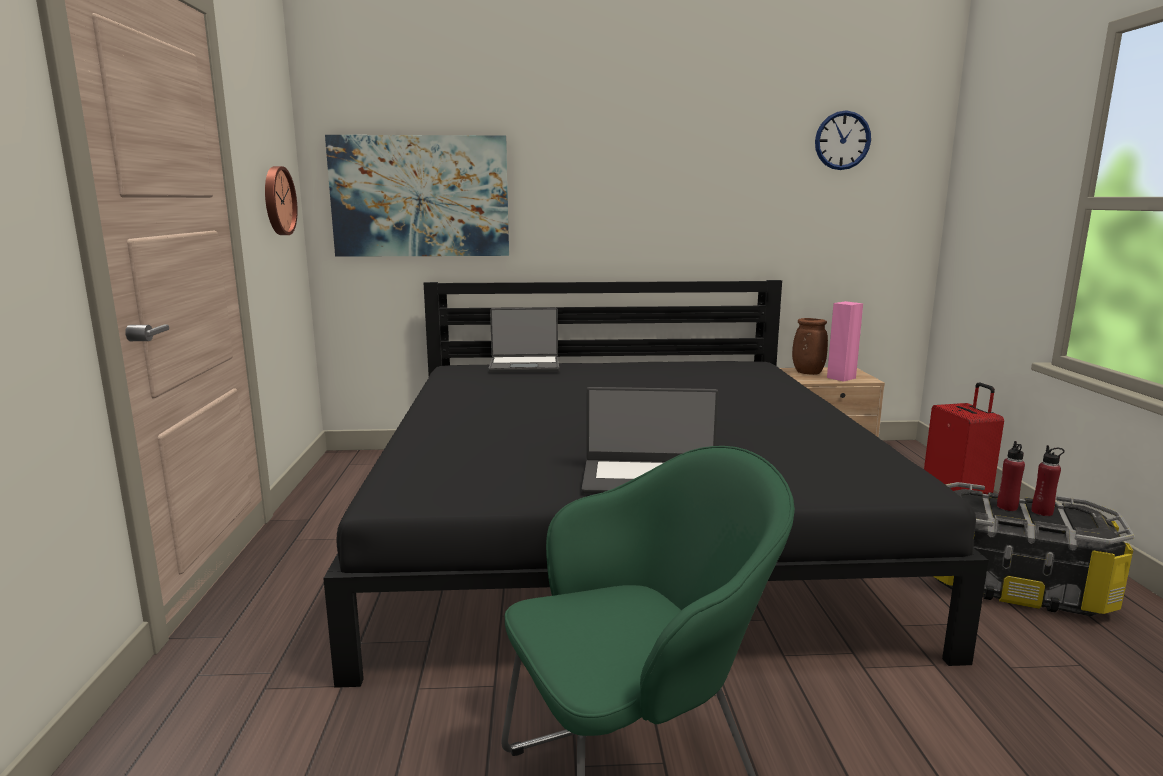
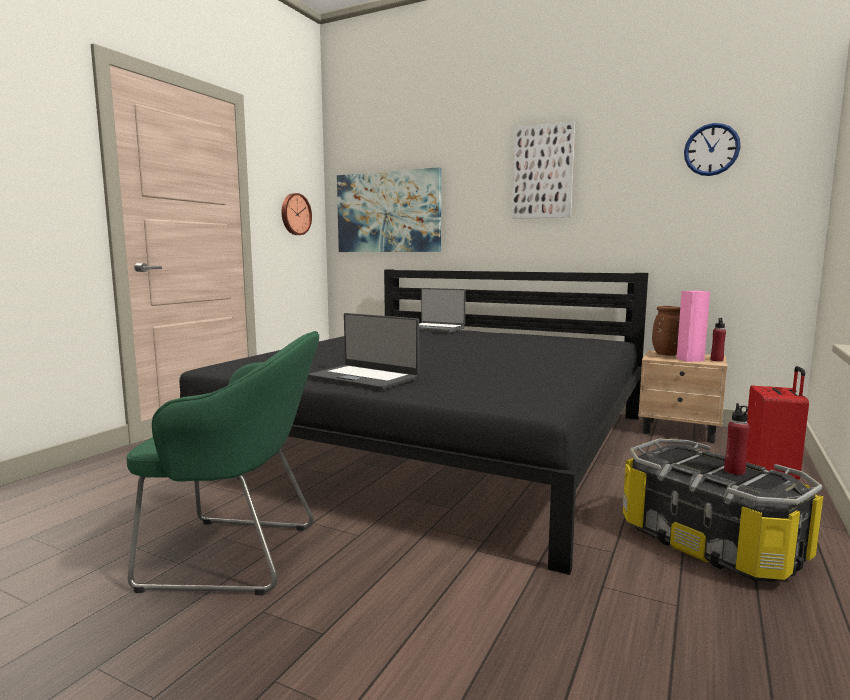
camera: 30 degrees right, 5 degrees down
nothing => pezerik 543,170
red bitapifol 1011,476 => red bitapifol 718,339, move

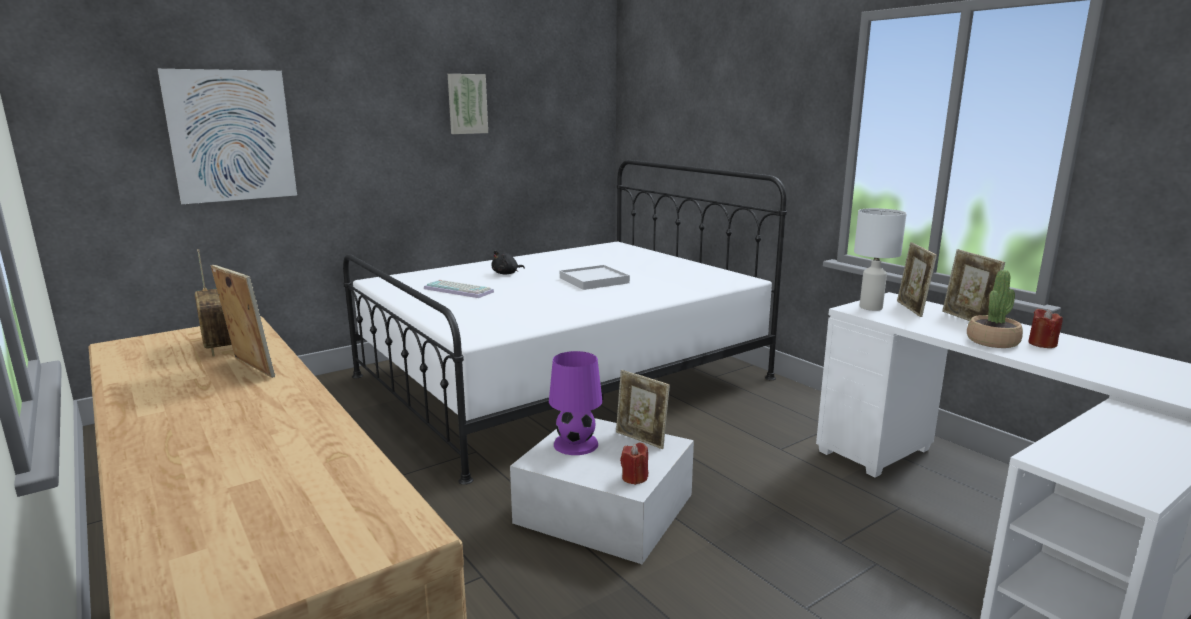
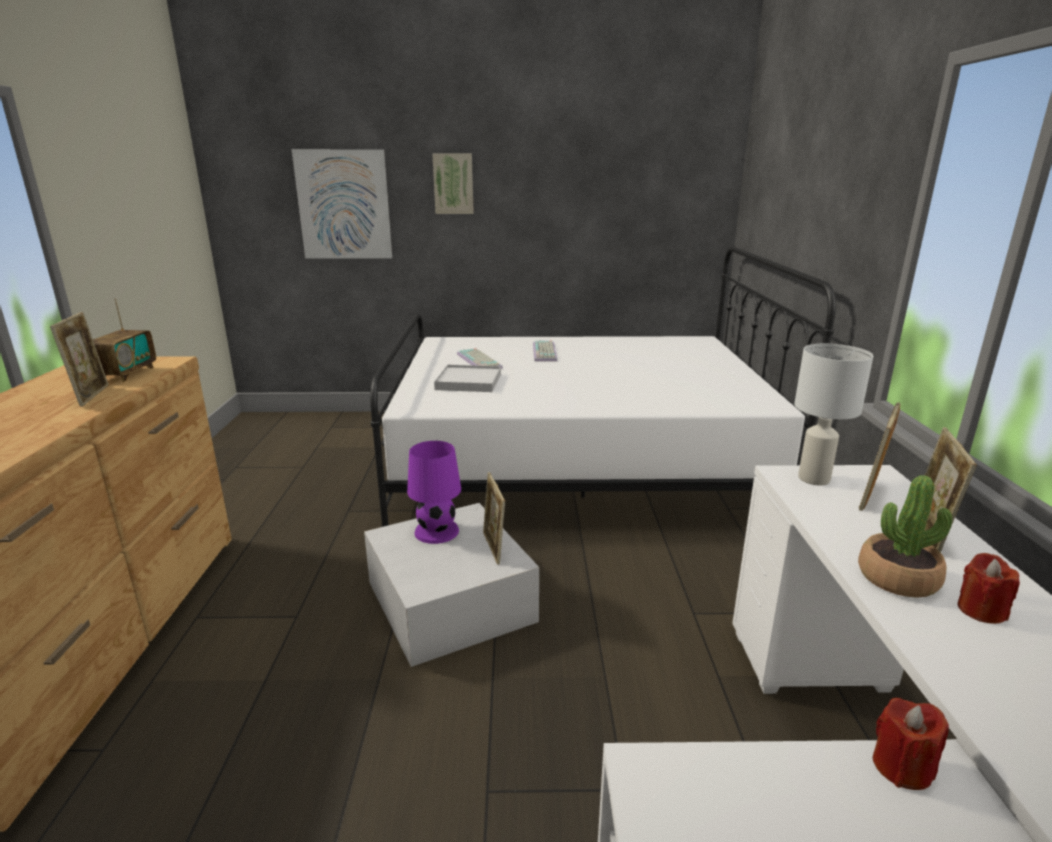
camera: 35 degrees right, 5 degrees up
pezerik 468,104 => pezerik 453,184, move
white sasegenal 595,277 => white sasegenal 467,378, move
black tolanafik 508,262 => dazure 545,351
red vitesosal 634,464 => red vitesosal 911,744, move

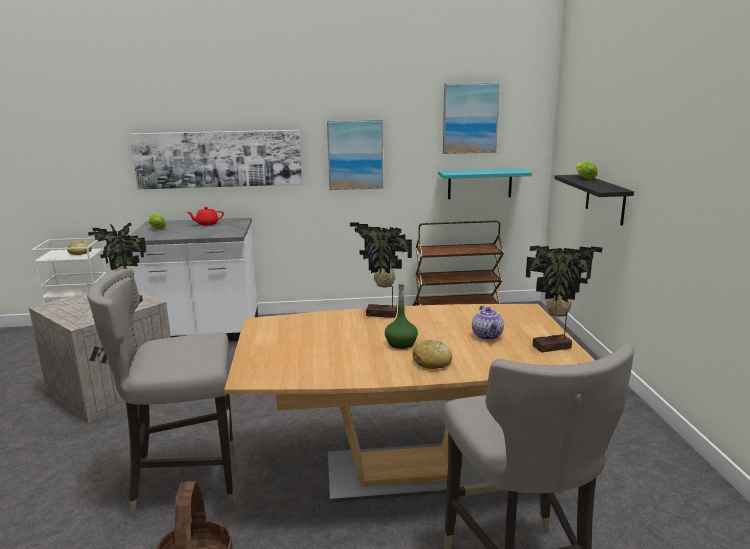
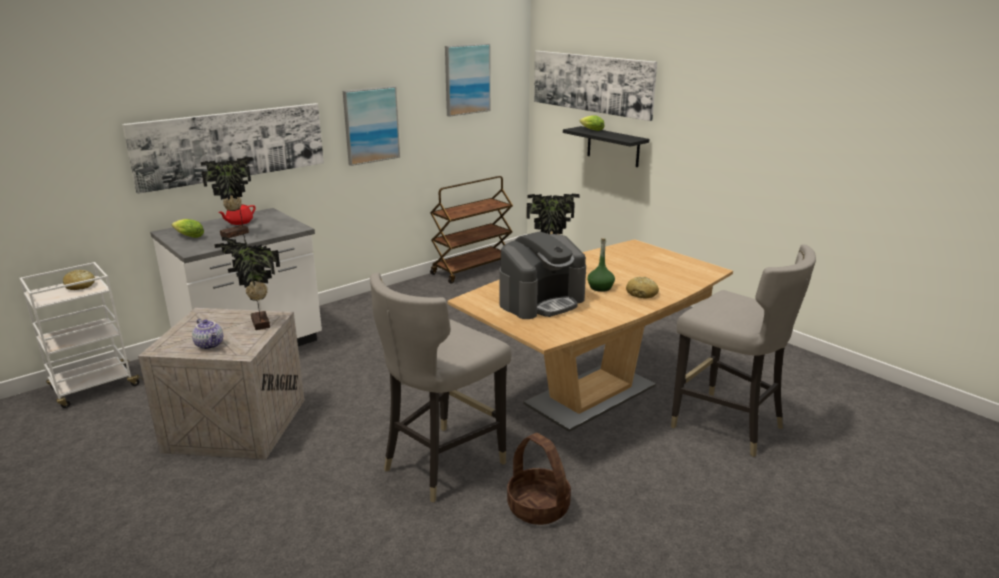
camera: 35 degrees left, 5 degrees up
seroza 488,323 => seroza 207,334, move
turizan 564,299 => turizan 227,197, move
nothing => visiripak 542,275
nothing => pezerik 595,86
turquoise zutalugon 485,184 => nothing

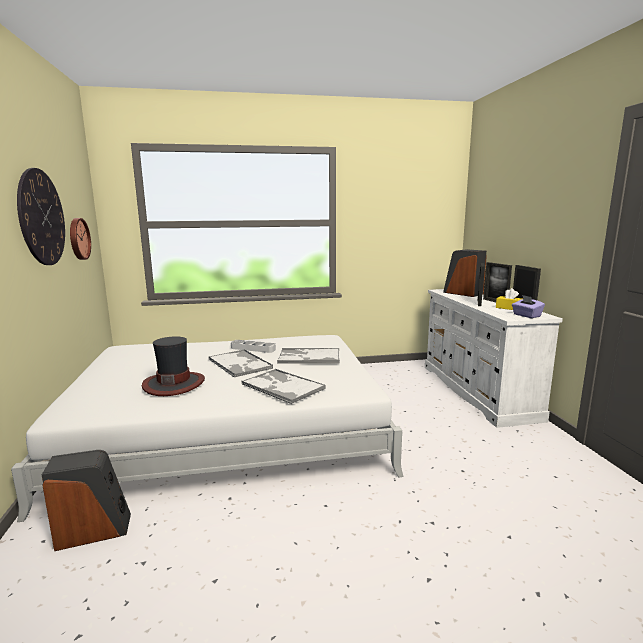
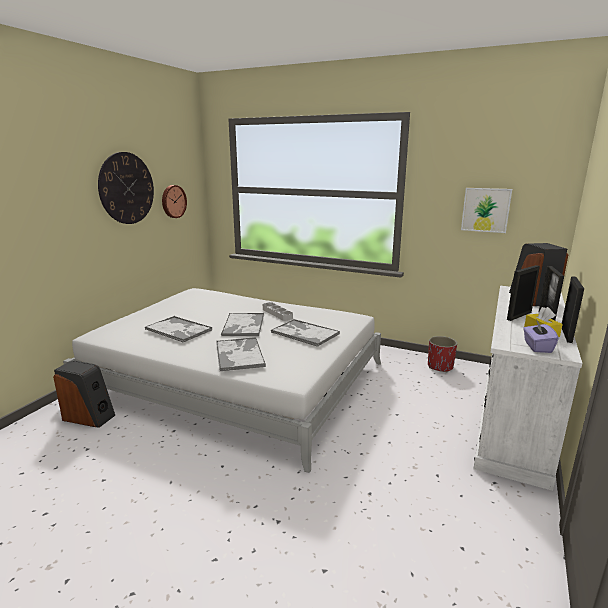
camera: 35 degrees right, 5 degrees up
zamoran 173,366 => sasegenal 178,329
nothing => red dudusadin 442,354
nothing => pezerik 486,210

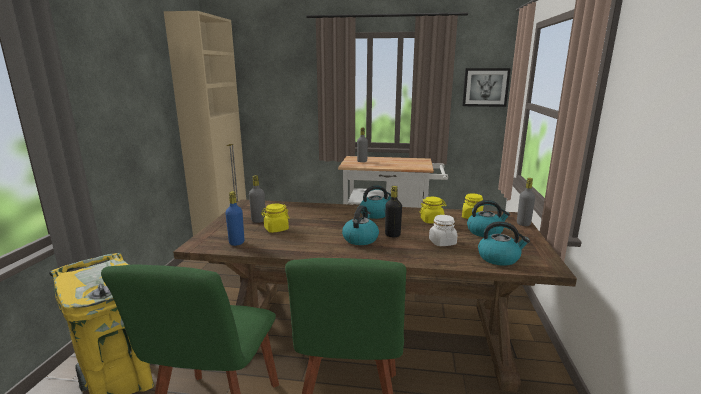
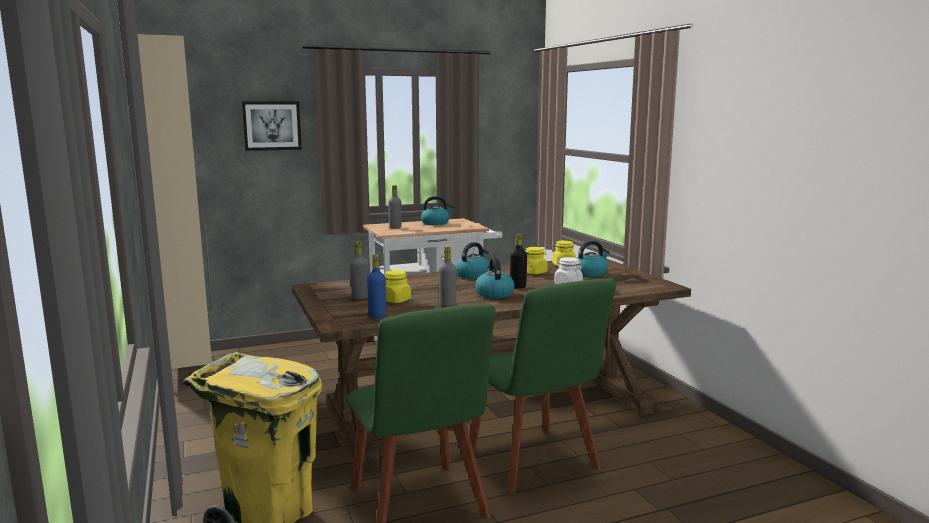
camera: 30 degrees left, 5 degrees down
pezerik 486,87 => pezerik 271,126, move
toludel 504,243 => toludel 437,210, move
grey bitapifol 526,202 => grey bitapifol 448,276, move

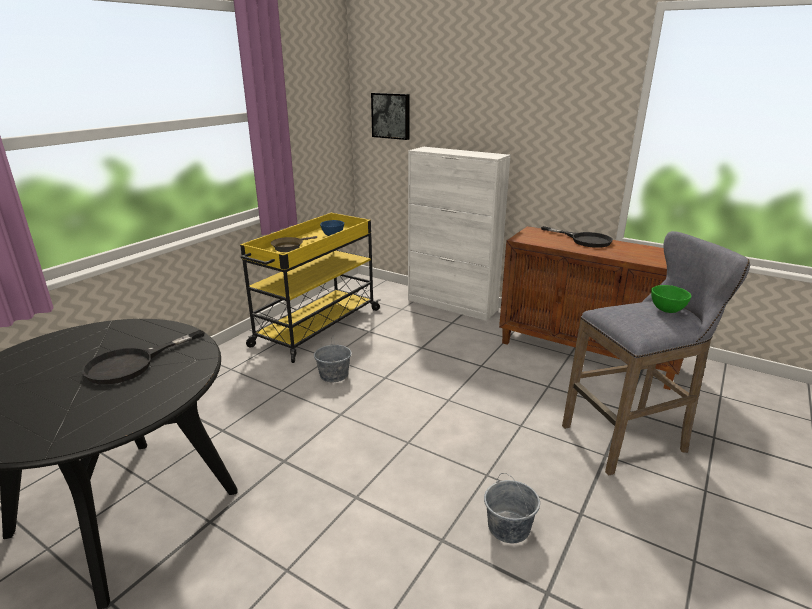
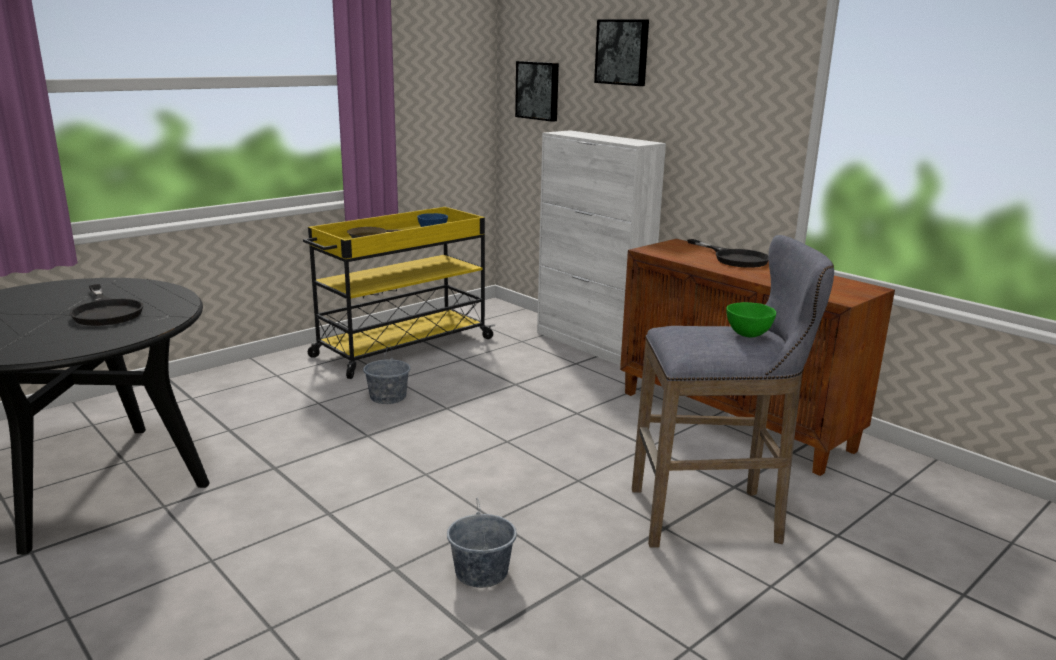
camera: 15 degrees right, 5 degrees down
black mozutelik 143,357 => black mozutelik 106,305, 90 degrees counterclockwise
nothing => pezerik 621,52

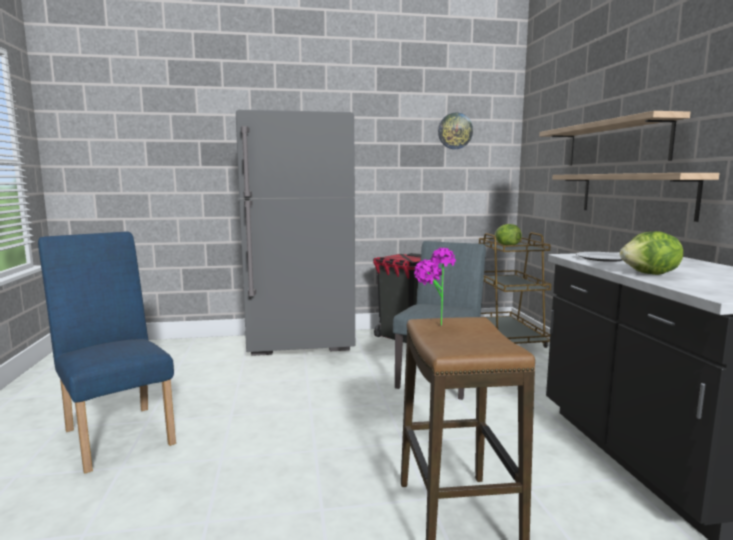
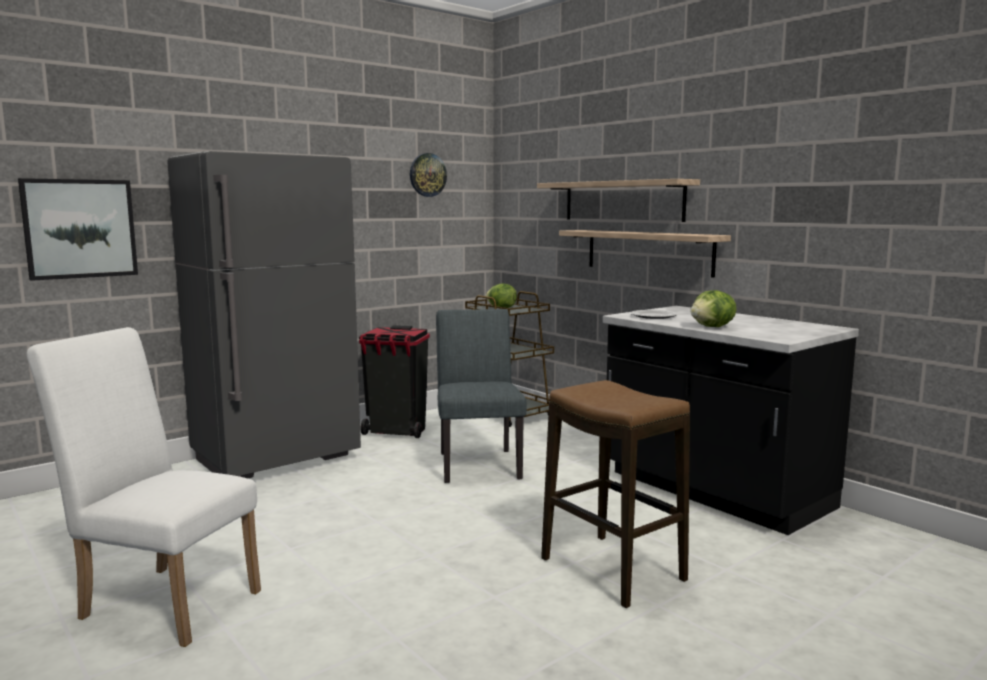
camera: 30 degrees left, 0 degrees up
nothing => pezerik 78,229
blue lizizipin 107,352 => white lizizipin 144,487
turizan 435,287 => nothing

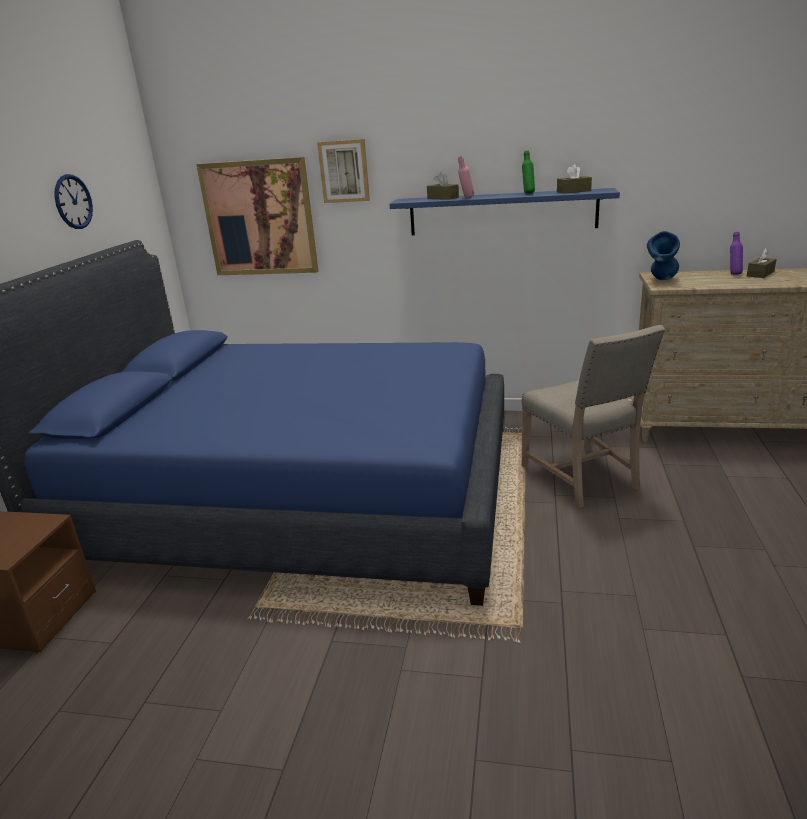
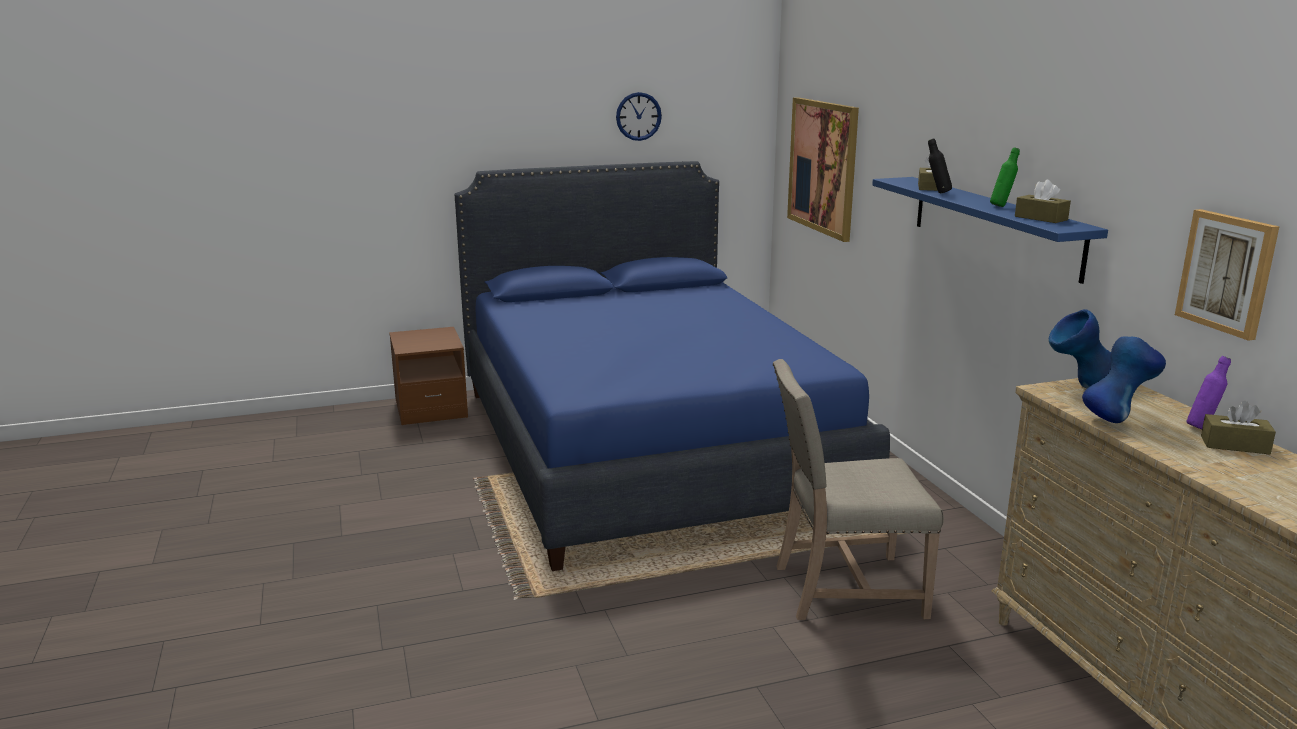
camera: 60 degrees right, 5 degrees down
beige lizizipin 593,416 => beige lizizipin 858,489, 45 degrees clockwise
pink bitapifol 466,177 => black bitapifol 940,165
nothing => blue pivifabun 1124,379
pezerik 343,171 => pezerik 1227,275, move

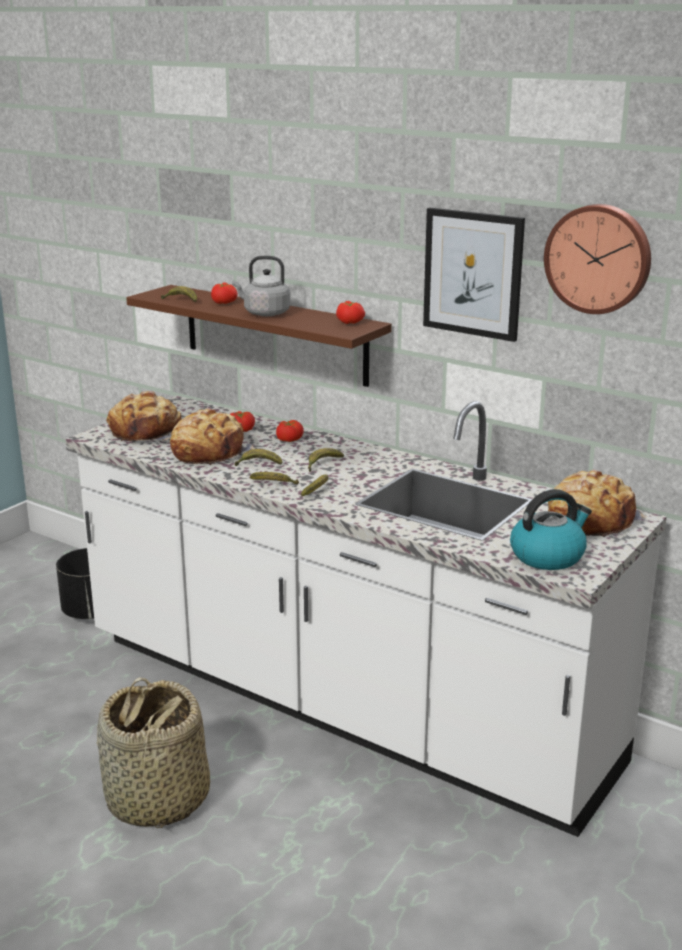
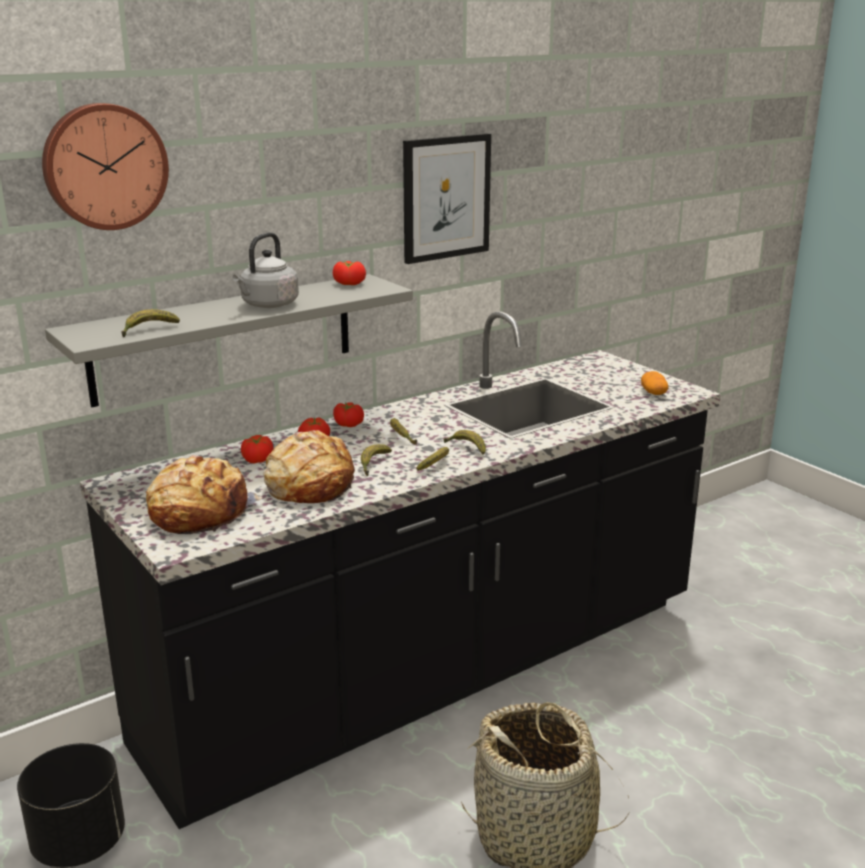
camera: 70 degrees left, 0 degrees up
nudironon 597,259 => nudironon 105,166, move
brown zutalugon 259,336 => grey zutalugon 229,340
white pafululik 366,616 => black pafululik 400,570
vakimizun 224,293 => vakimizun 348,415, move
toludel 551,529 => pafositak 654,383
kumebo 598,503 => nothing

